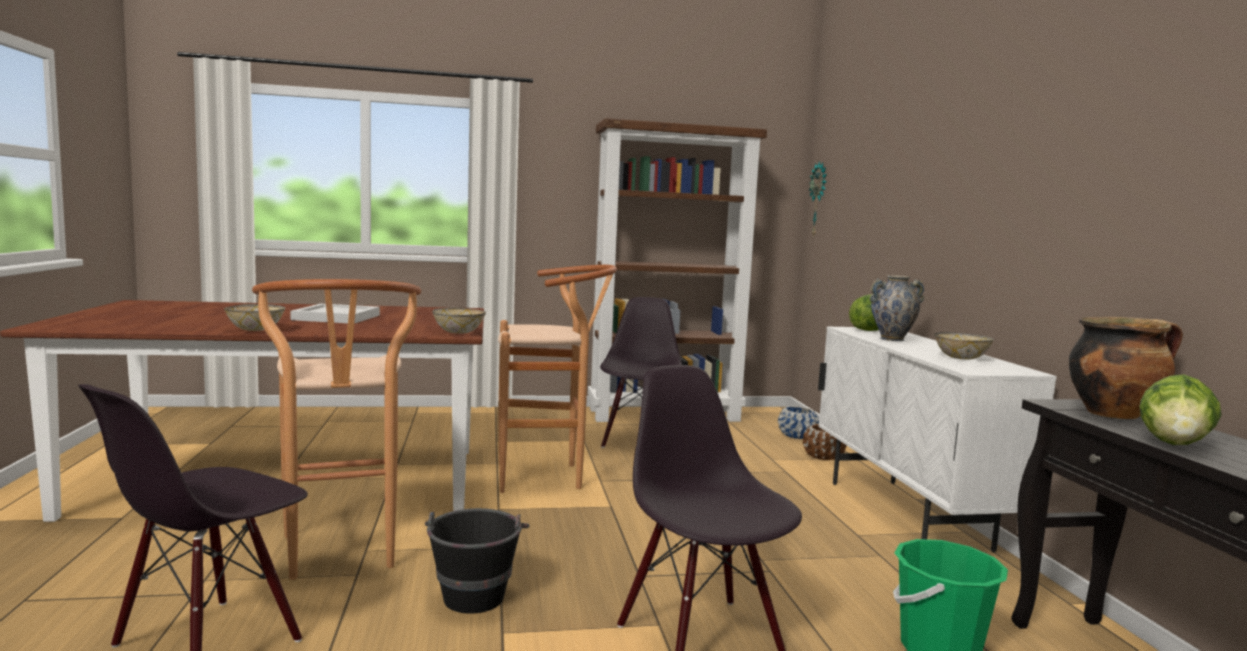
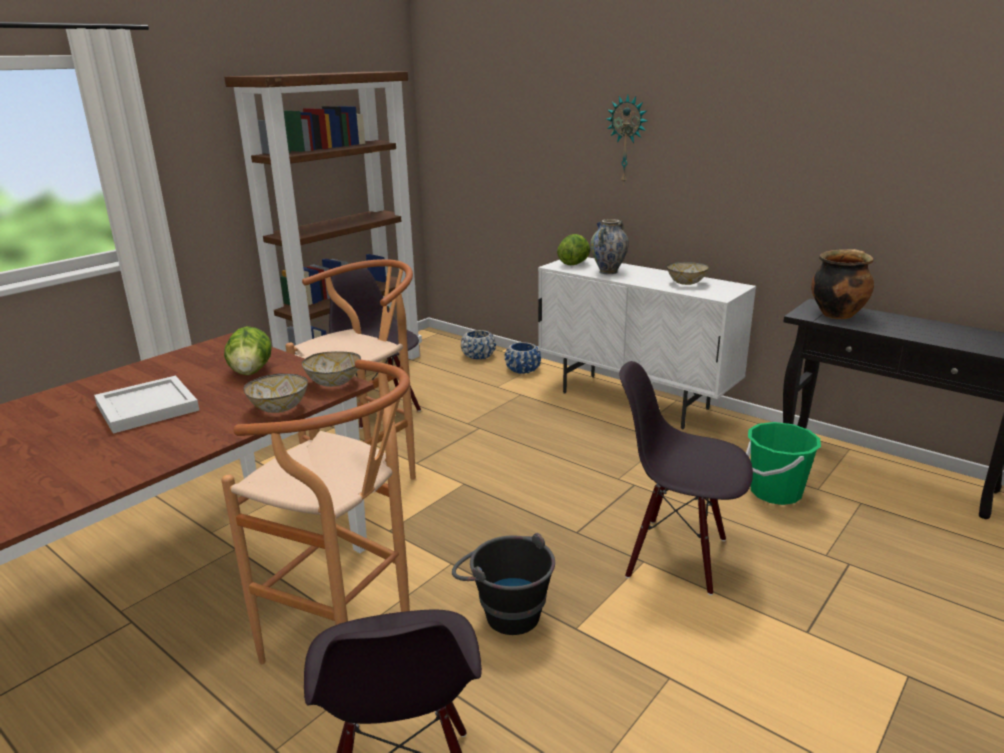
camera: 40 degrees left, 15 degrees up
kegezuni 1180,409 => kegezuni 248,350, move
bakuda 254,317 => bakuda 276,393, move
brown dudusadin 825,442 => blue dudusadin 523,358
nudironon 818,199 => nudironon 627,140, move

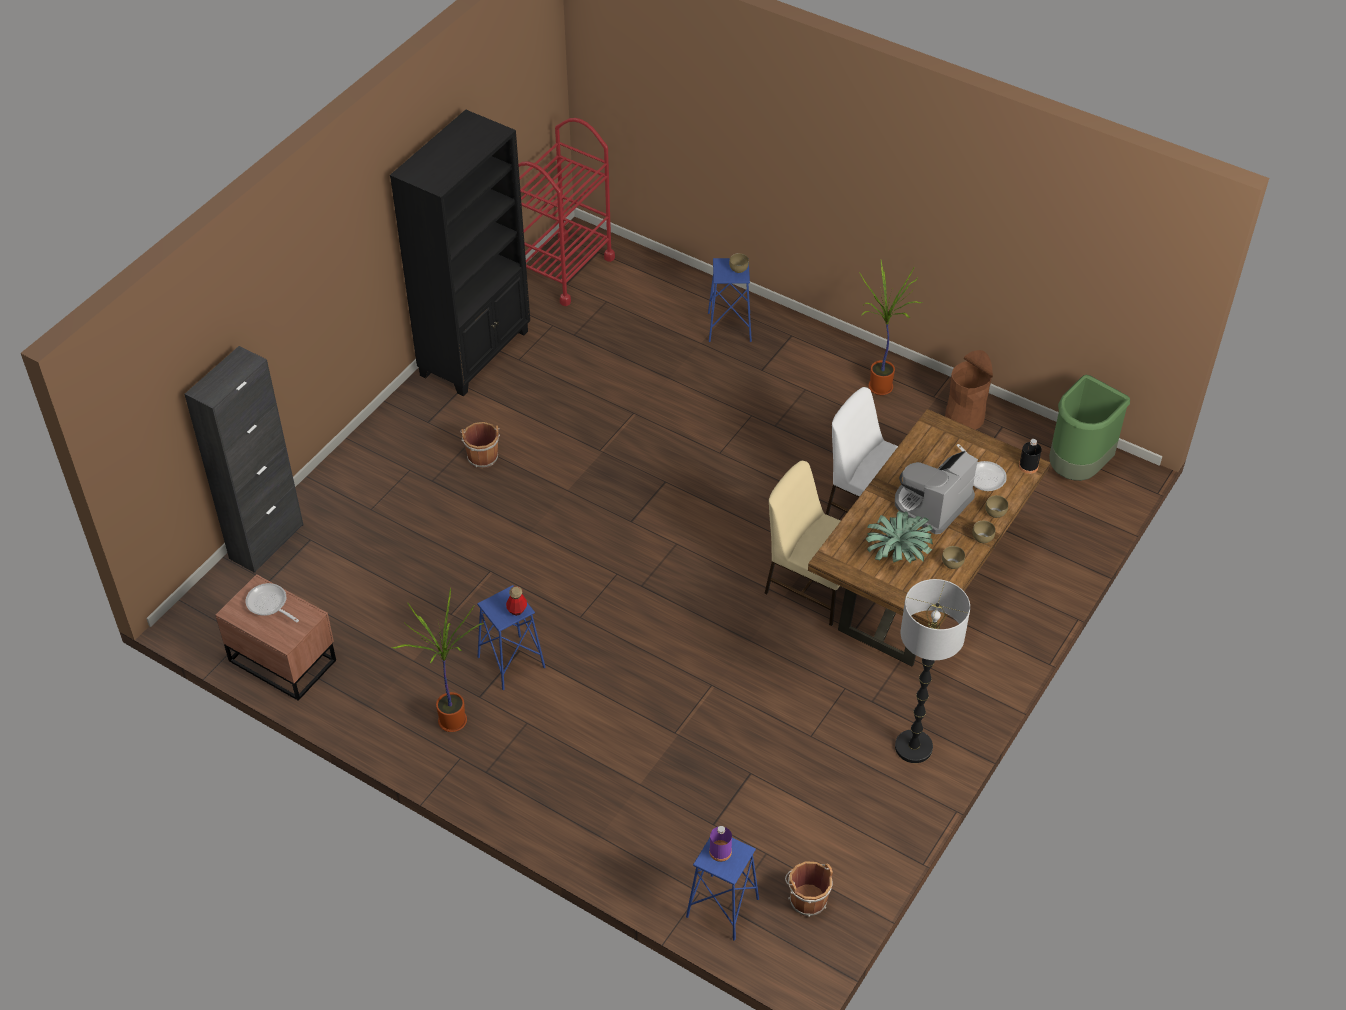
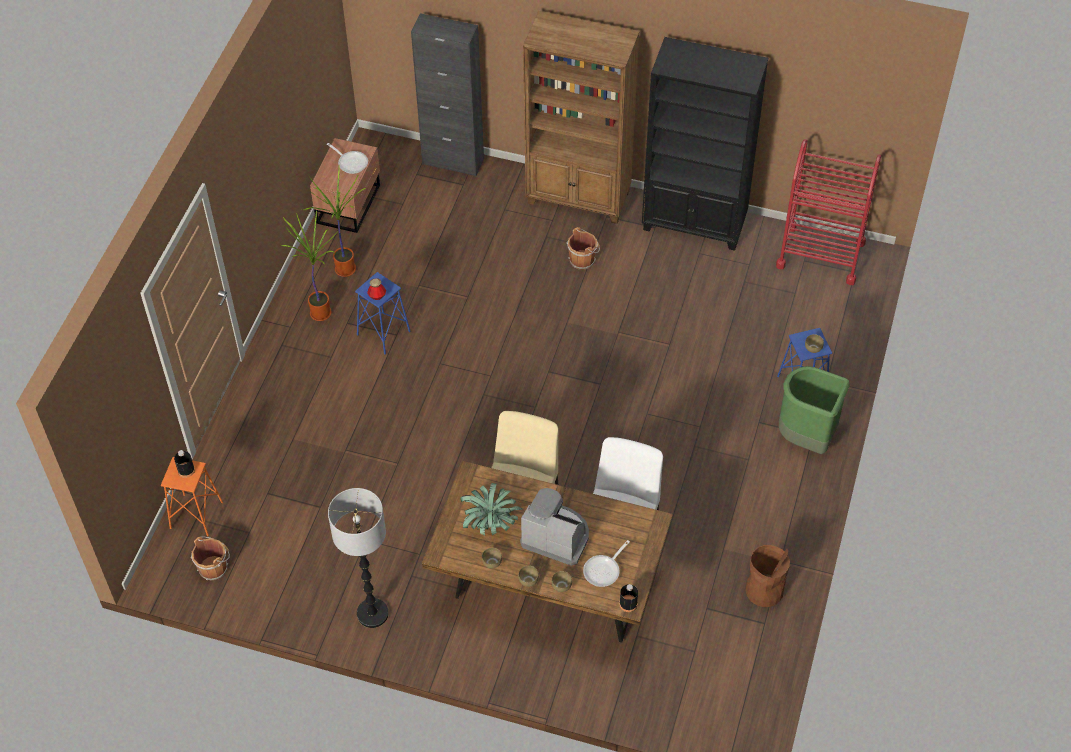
camera: 75 degrees right, 5 degrees up
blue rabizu 722,889 => orange rabizu 192,496
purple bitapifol 720,844 => black bitapifol 184,464
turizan 891,327 => turizan 334,221, move
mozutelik 272,603 => mozutelik 347,158, 105 degrees clockwise
nothing => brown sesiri 581,117
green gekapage 1089,428 => green gekapage 814,410, move

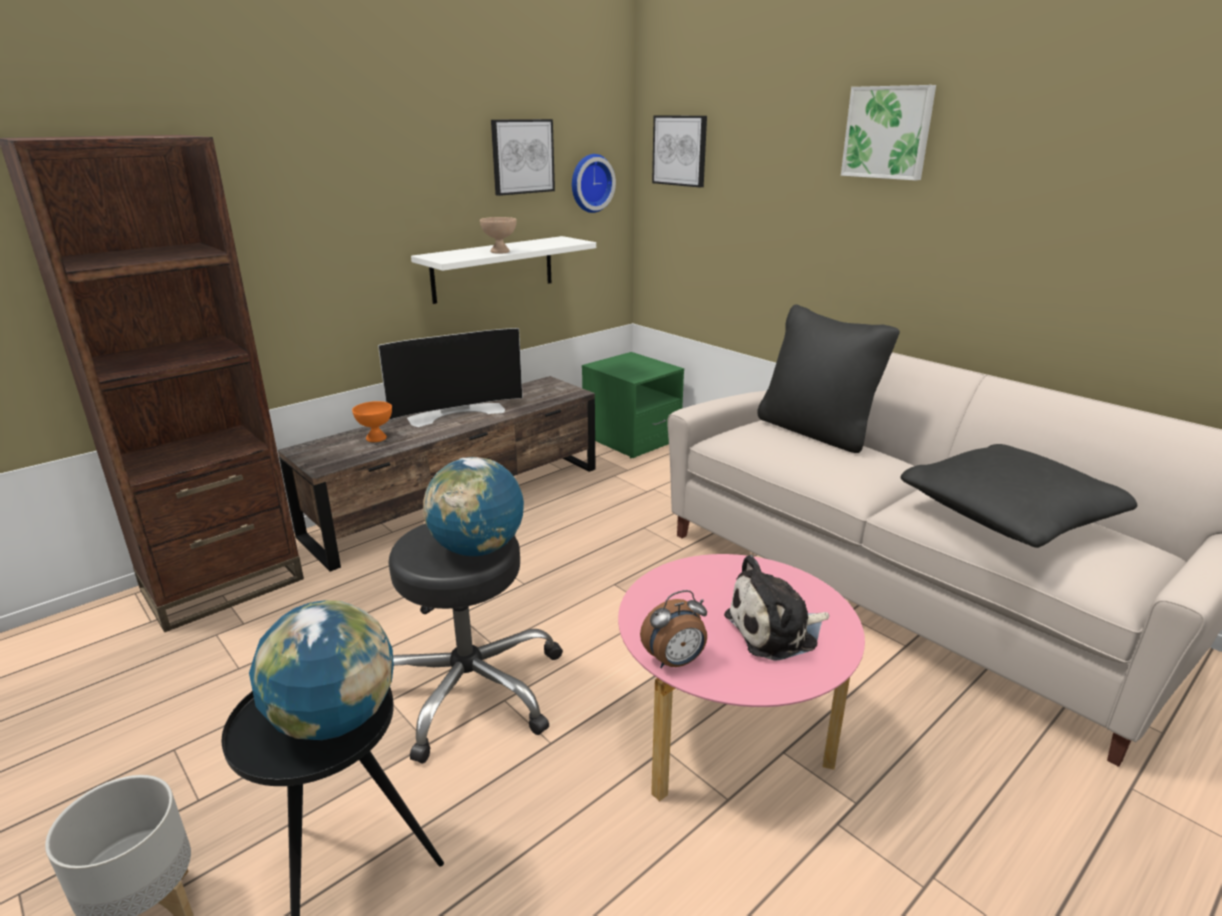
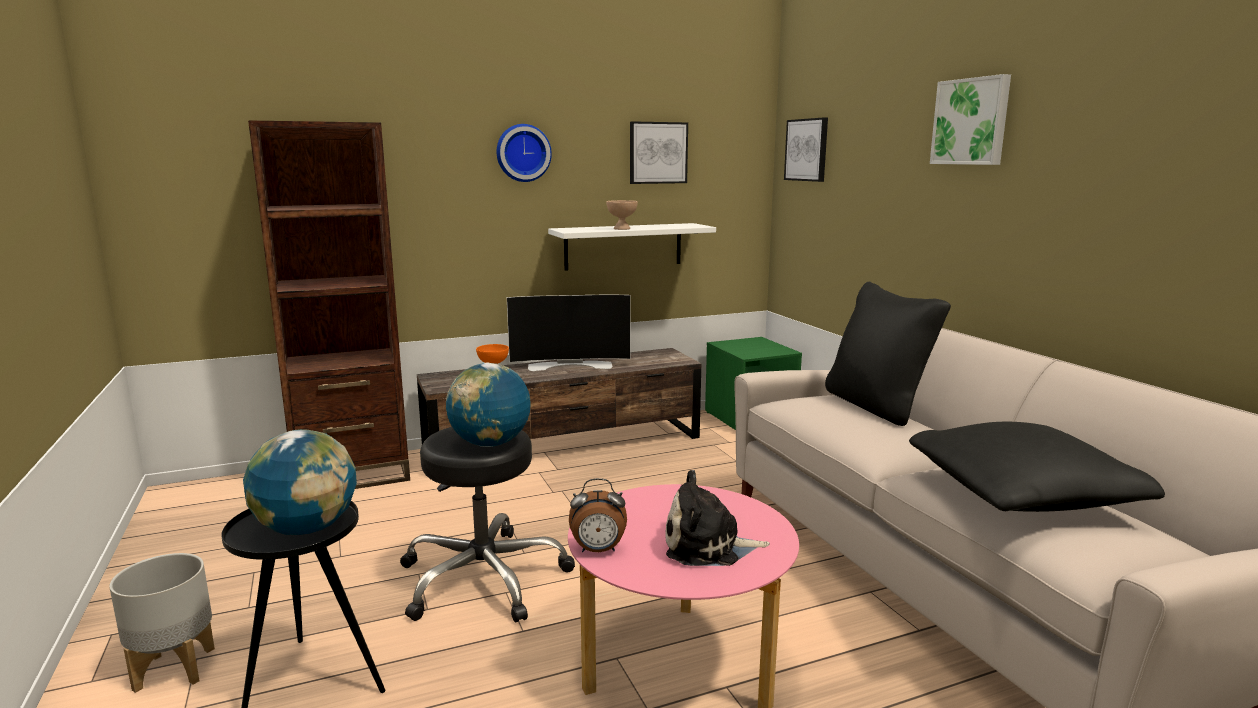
camera: 20 degrees right, 10 degrees down
nudironon 594,183 => nudironon 524,153, move

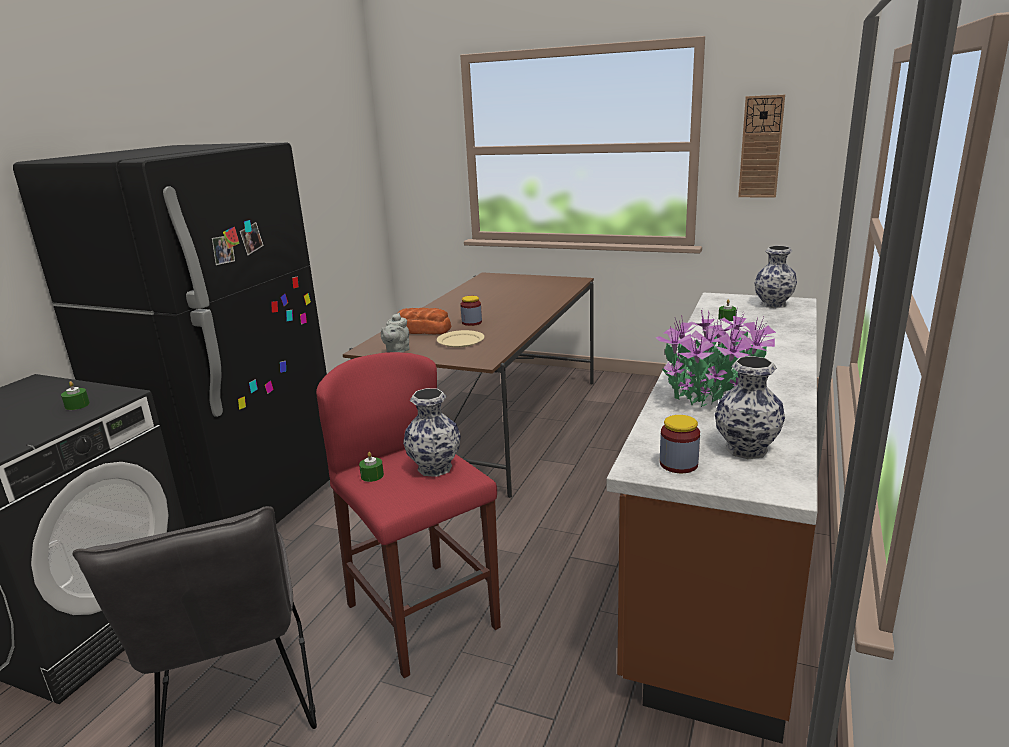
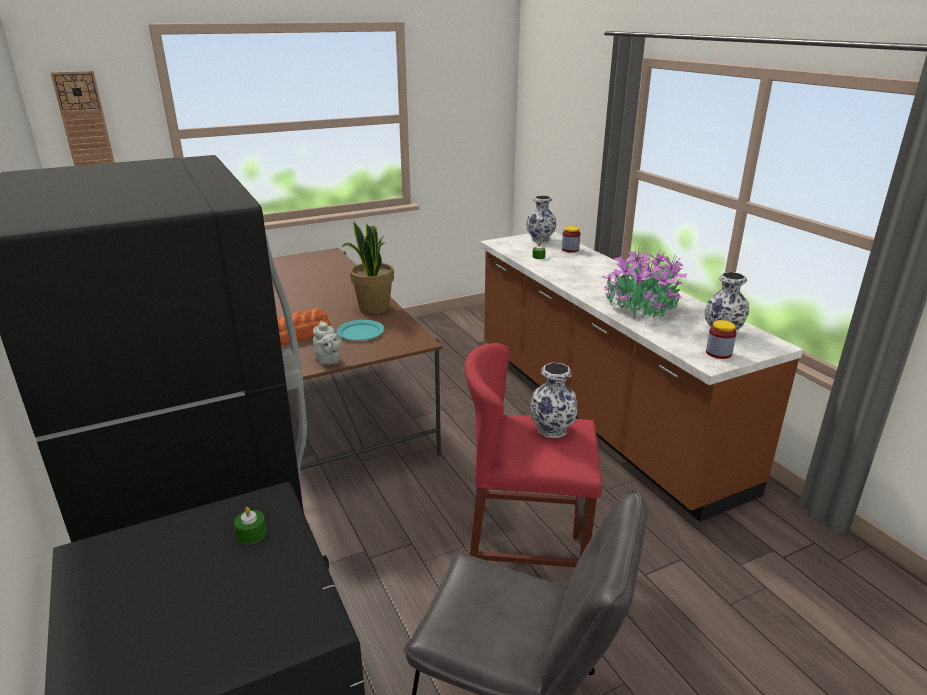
camera: 50 degrees left, 5 degrees up
nudironon 761,146 => nudironon 82,118, move
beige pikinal 460,338 => turquoise pikinal 361,330
nothing => turizan 367,267
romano 471,311 => romano 571,239, move
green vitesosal 371,467 => nothing

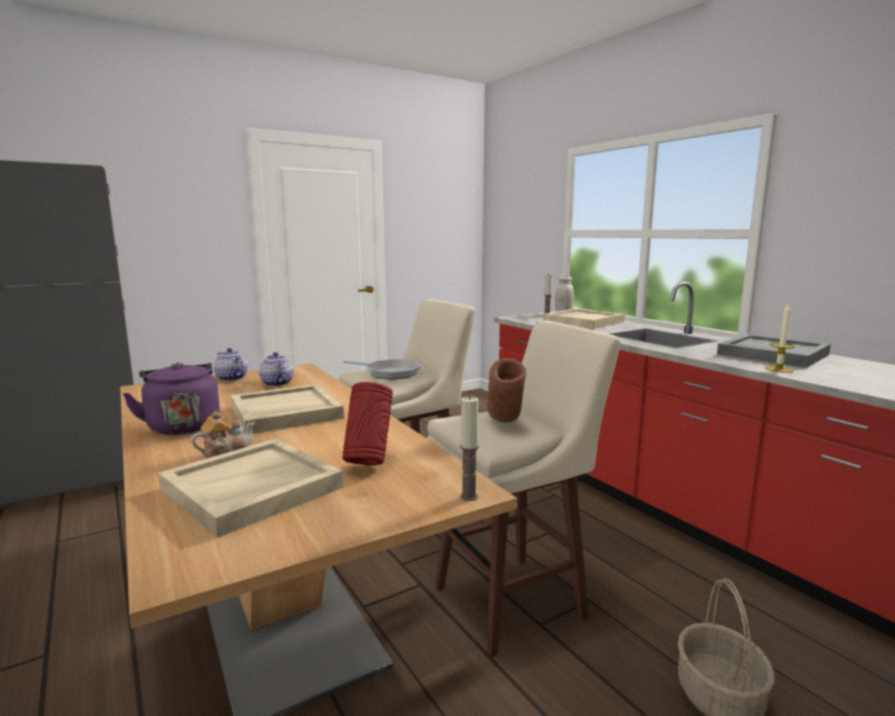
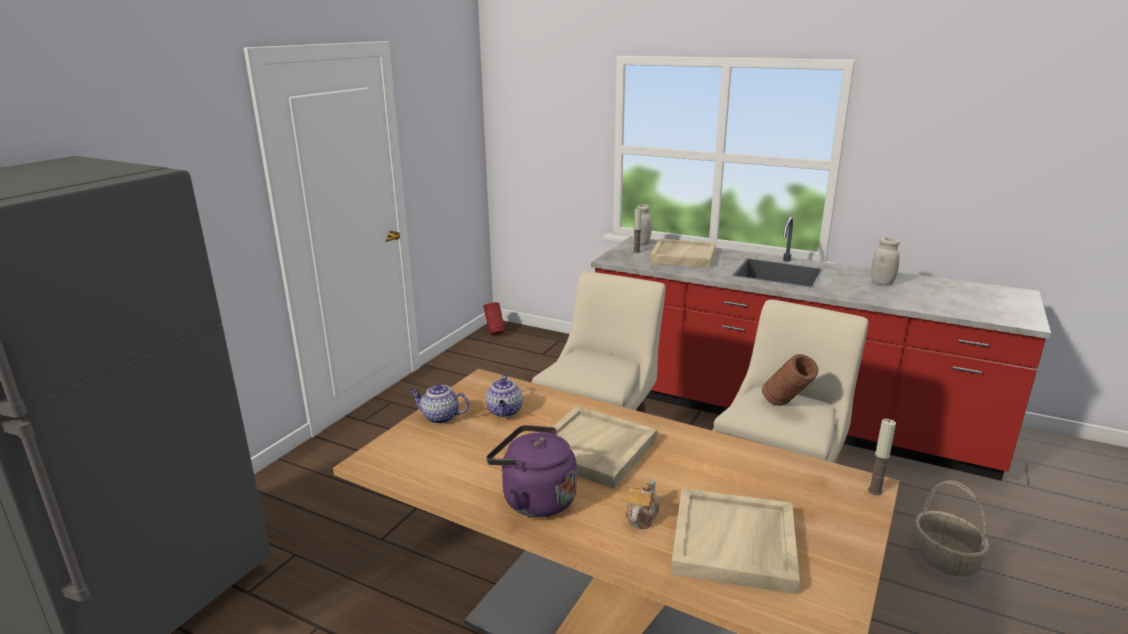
camera: 30 degrees left, 10 degrees up
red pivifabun 367,423 => red pivifabun 494,318, move
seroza 276,369 => seroza 504,395, 120 degrees counterclockwise
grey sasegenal 774,351 => white romano 885,261
mozutelik 382,369 => nothing
vitesosal 780,338 => nothing

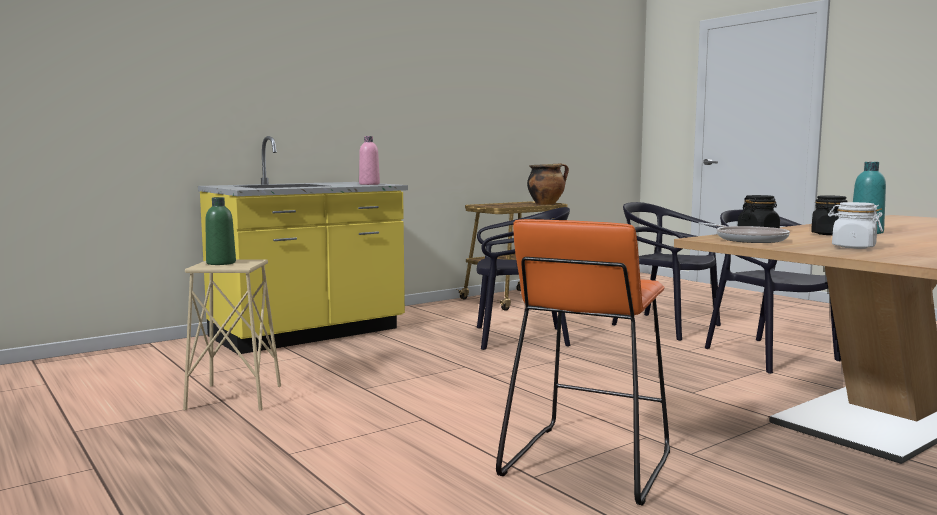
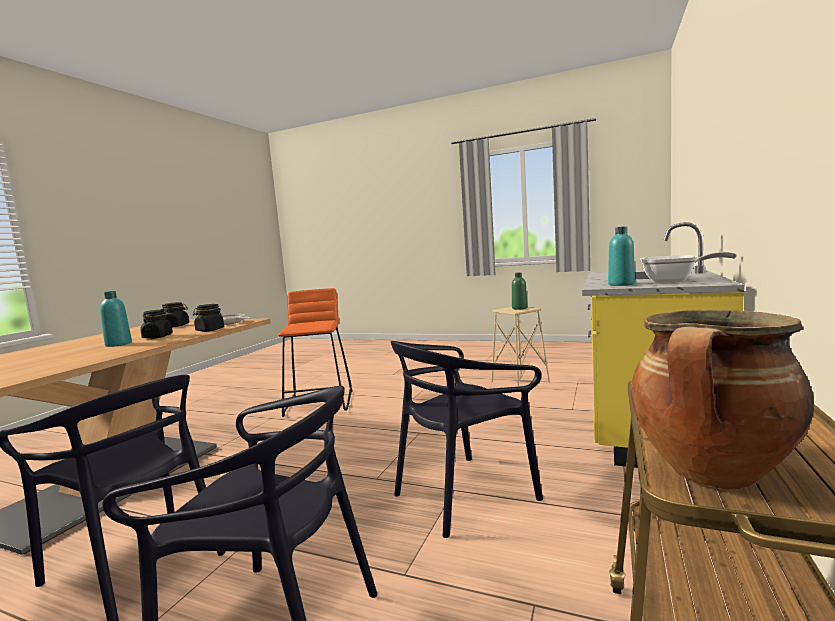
camera: 150 degrees right, 0 degrees up
white romano 855,225 => black romano 175,314
pink bitapifol 369,160 => turquoise bitapifol 621,256
nothing => mozutelik 688,267

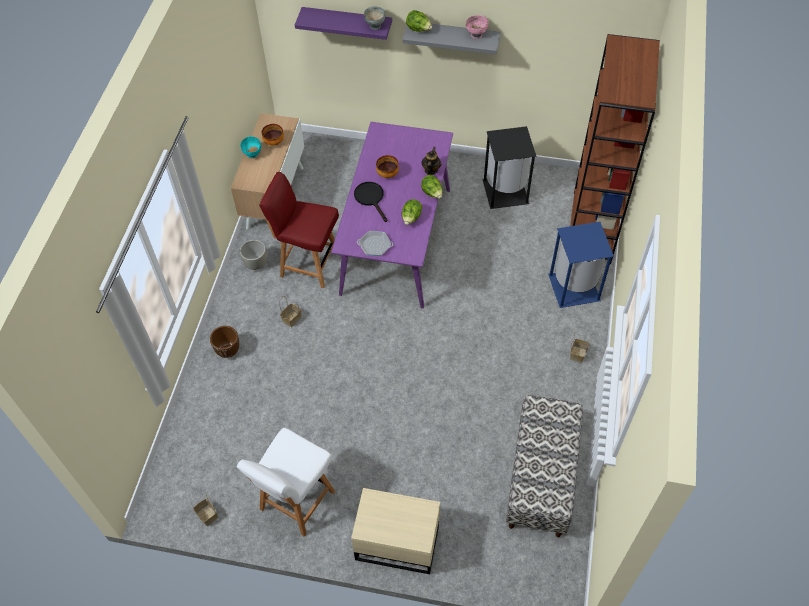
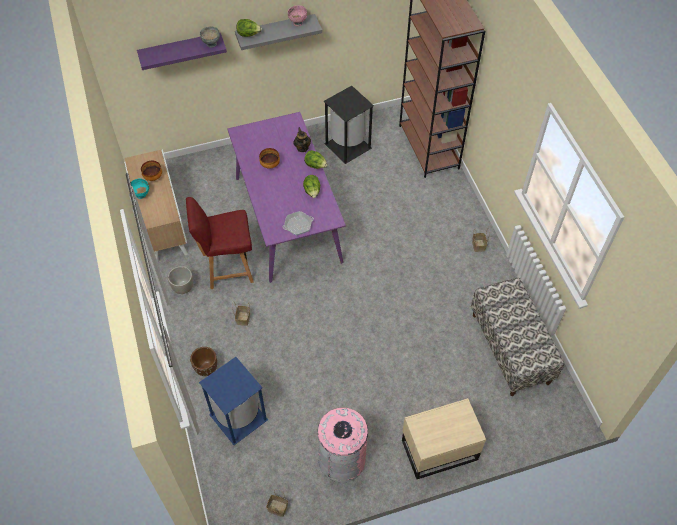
camera: 30 degrees left, 0 degrees up
blue gekapage 581,265 => blue gekapage 233,401, move
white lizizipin 285,482 => pink gekapage 343,445
black mozutelik 370,202 => nothing

